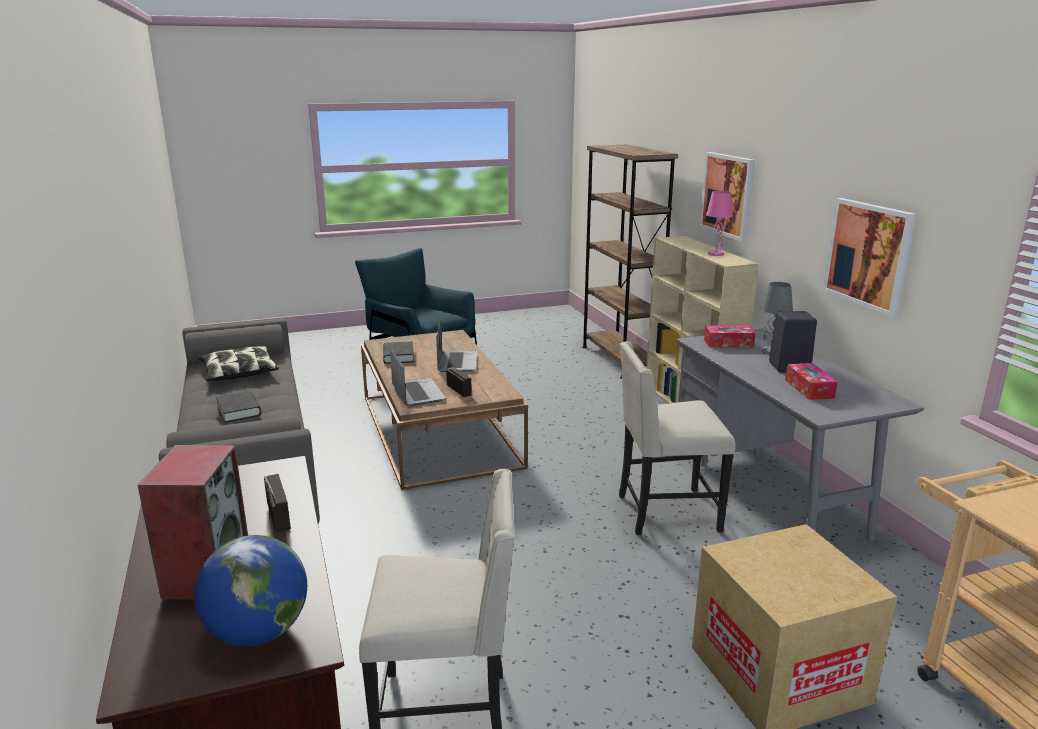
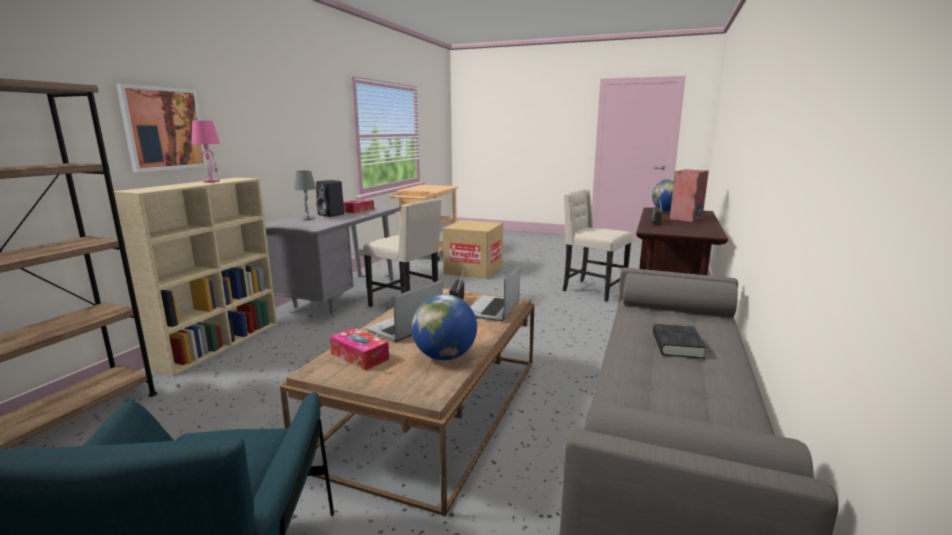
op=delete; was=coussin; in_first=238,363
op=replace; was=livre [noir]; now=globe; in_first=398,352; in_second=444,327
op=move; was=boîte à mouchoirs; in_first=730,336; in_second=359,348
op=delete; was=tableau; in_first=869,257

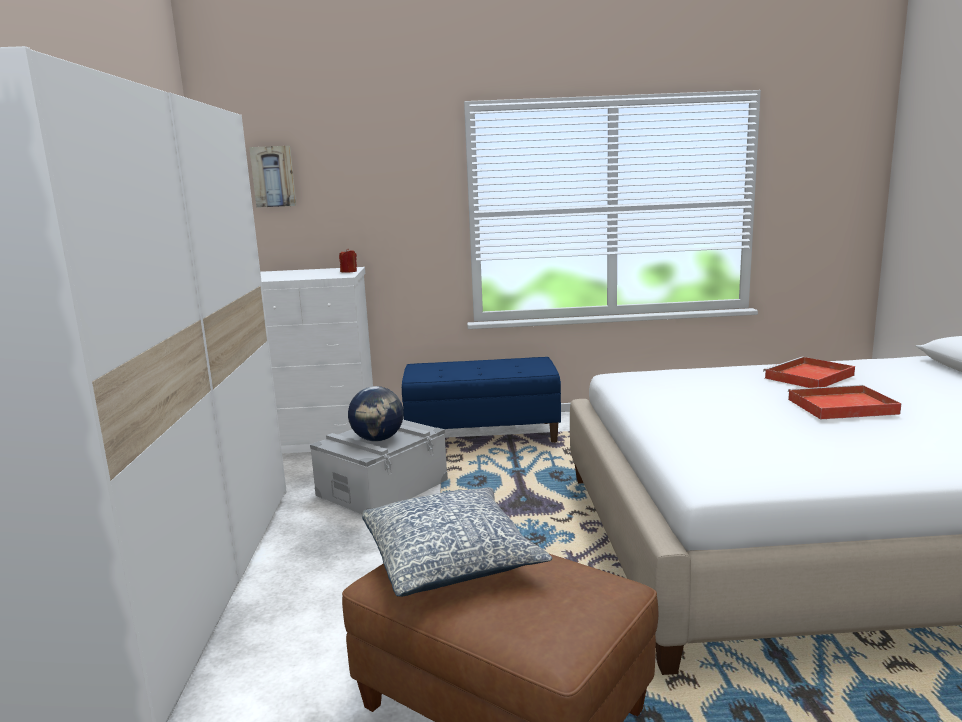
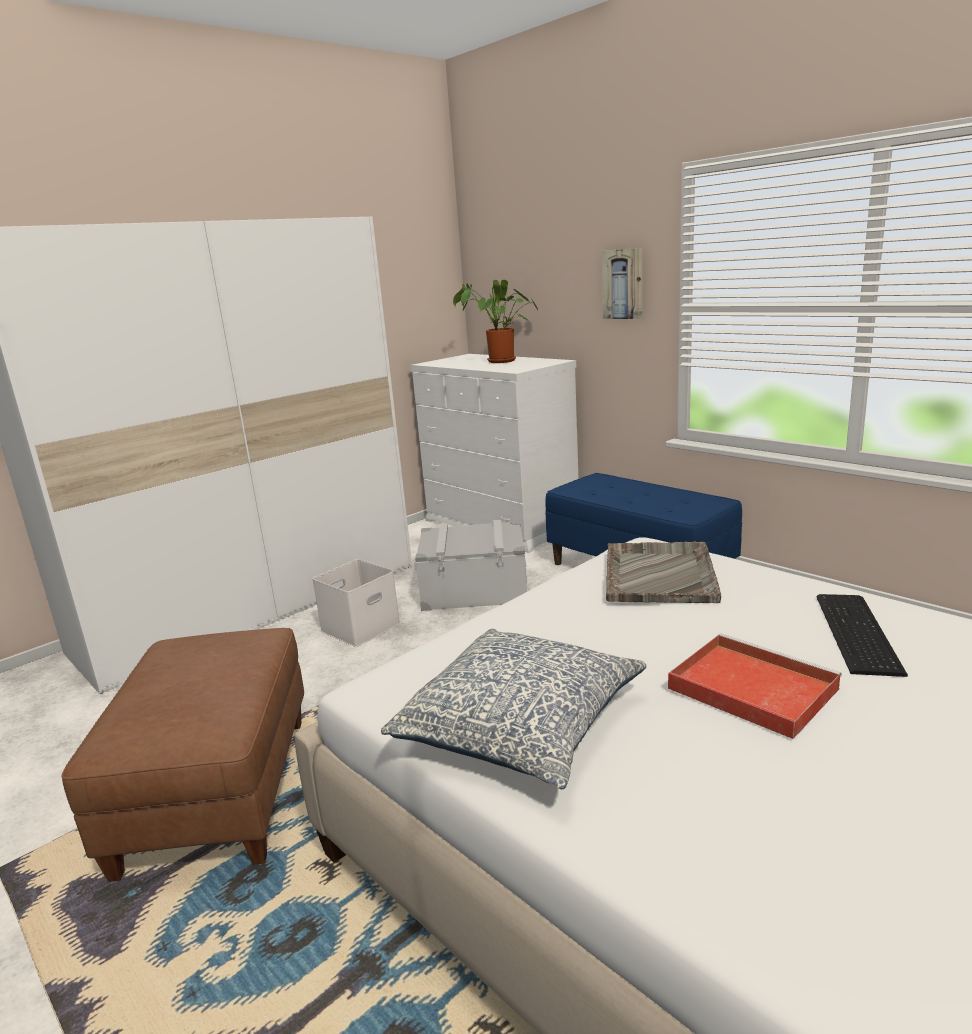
op=move; was=tableau; in_first=272,177; in_second=622,283
op=delete; was=bougie [rouge]; in_first=348,261
op=delete; was=globe; in_first=376,414
op=move; was=coussin; in_first=457,542; in_second=514,709
op=replace; was=plateau [rouge]; now=clavier; in_first=809,372; in_second=862,635
op=insert; now=boîte de rangement [blanc]; in_second=356,603
op=insert; now=plante en pot; in_second=496,321
op=insert; now=plateau [gris]; in_second=663,572

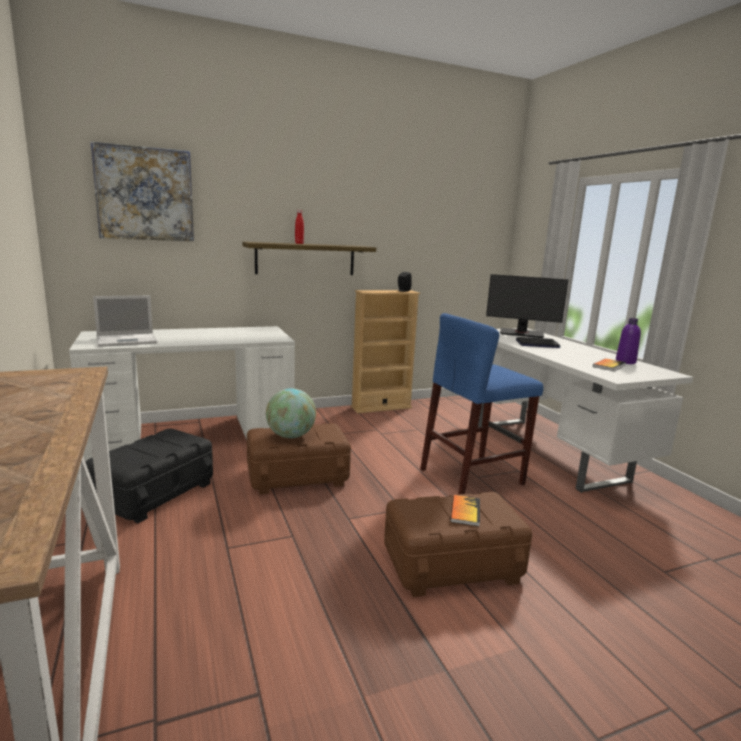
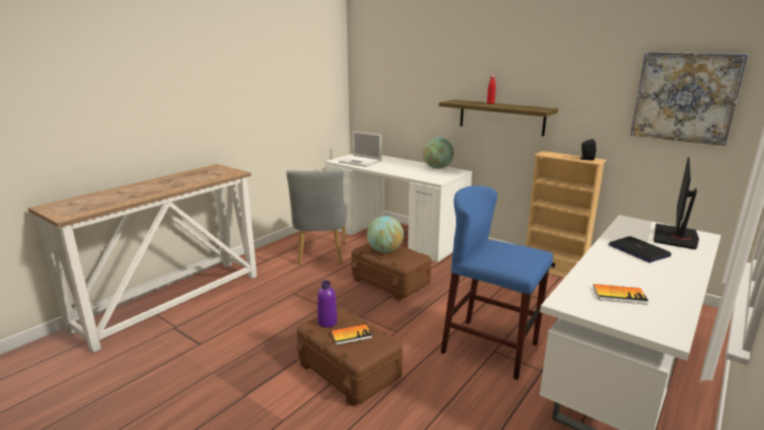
op=replace; was=boîte de rangement [noir]; now=chaise [gris]; in_first=149,475; in_second=316,217
op=move; was=tableau; in_first=142,191; in_second=689,99
op=rotate; was=écran d'ordinateur; in_first=527,306; in_second=676,203; clockwise=45
op=move; was=bouteille [violet]; in_first=628,341; in_second=327,304
op=insert; now=globe; in_second=438,153

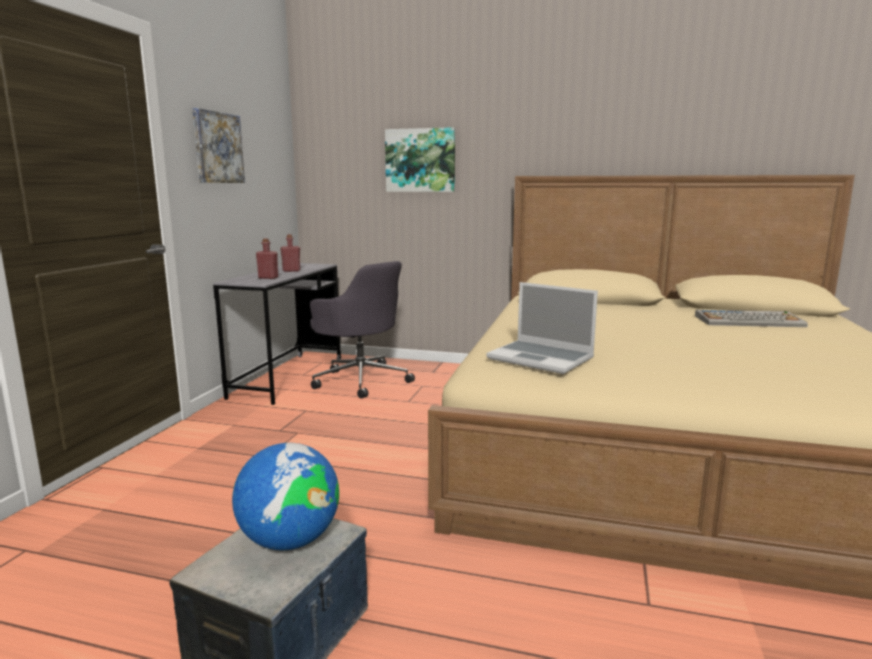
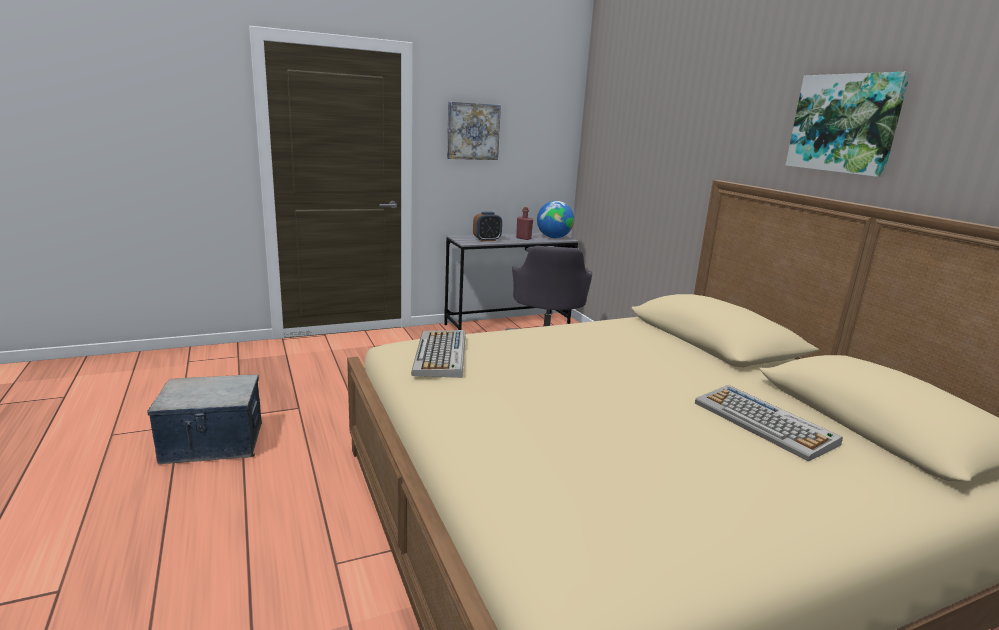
op=move; was=globe; in_first=285,496; in_second=555,219
op=replace; was=bouteille [rouge]; now=réveil; in_first=267,258; in_second=487,227
op=move; was=tableau; in_first=420,159; in_second=848,124
op=replace; was=ordinateur portable; now=clavier; in_first=542,328; in_second=438,354

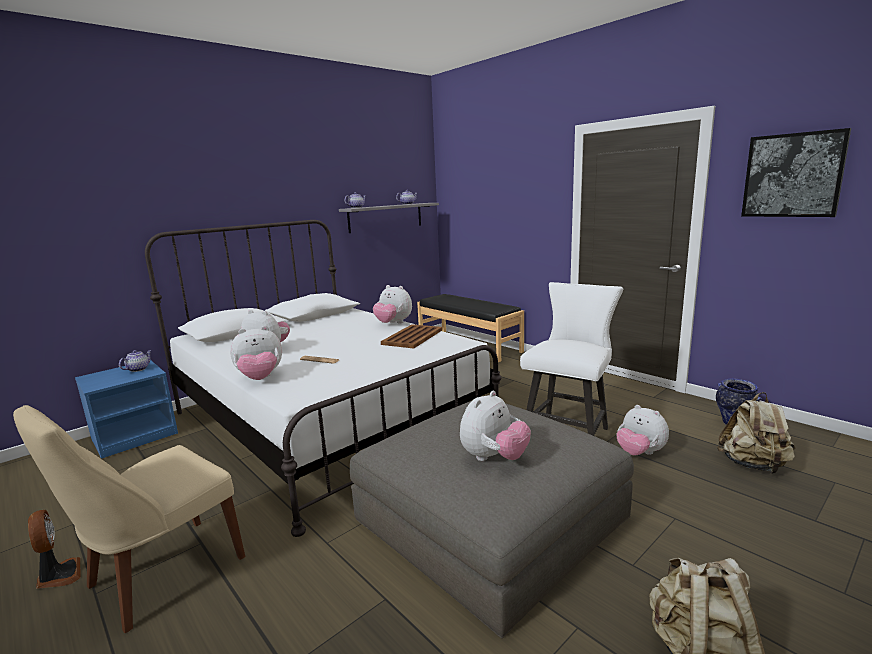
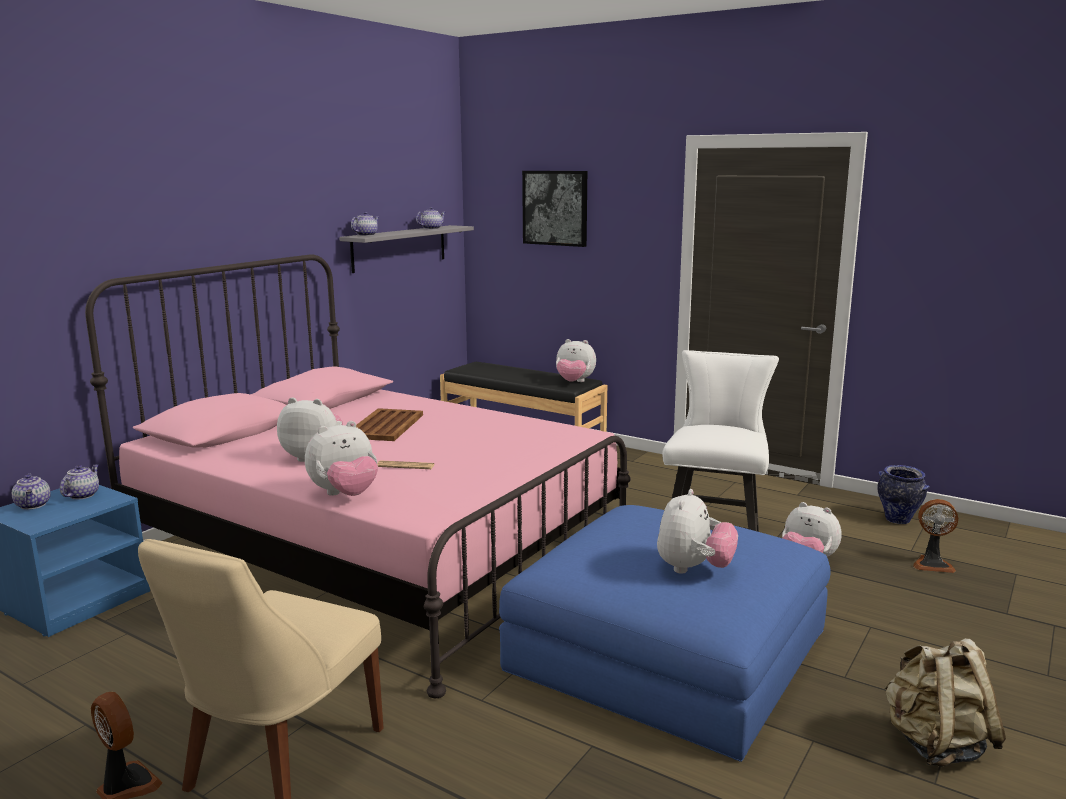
op=recolor; was=lit [blanc]; now=lit [rose]; in_first=323,378; in_second=358,476
op=recolor; was=pouf [gris]; now=pouf [bleu]; in_first=492,519; in_second=664,633
op=move; was=peluche; in_first=392,304; in_second=576,360
op=move; was=plateau [marron]; in_first=411,336; in_second=389,424
op=replace; was=sac à dos [beige]; now=ventilateur; in_first=756,433; in_second=935,536
op=move; was=tableau; in_first=796,172; in_second=554,209
op=insert; now=théière; in_second=31,492

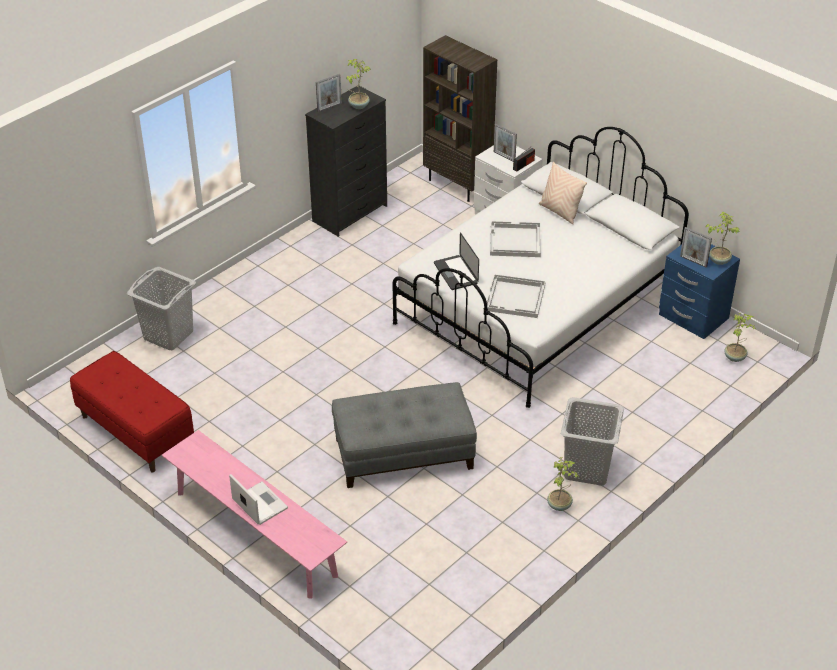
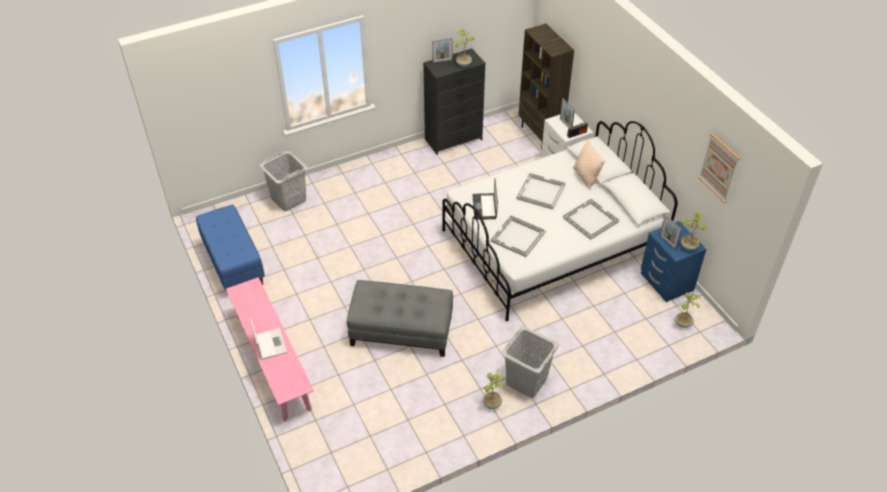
op=recolor; was=banc [rouge]; now=banc [bleu]; in_first=132,411; in_second=230,247
op=insert; now=plateau [blanc]; in_second=591,219
op=insert; now=tableau; in_second=719,168

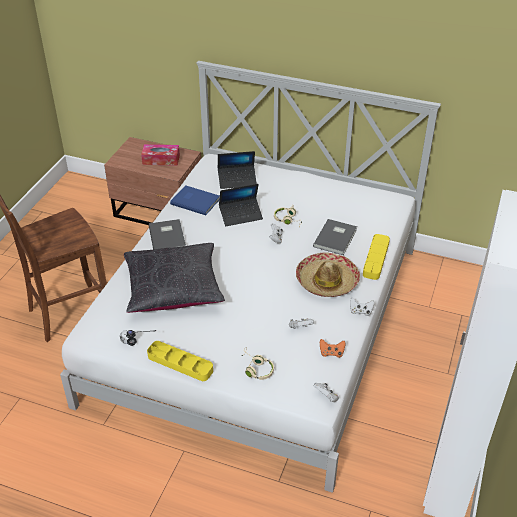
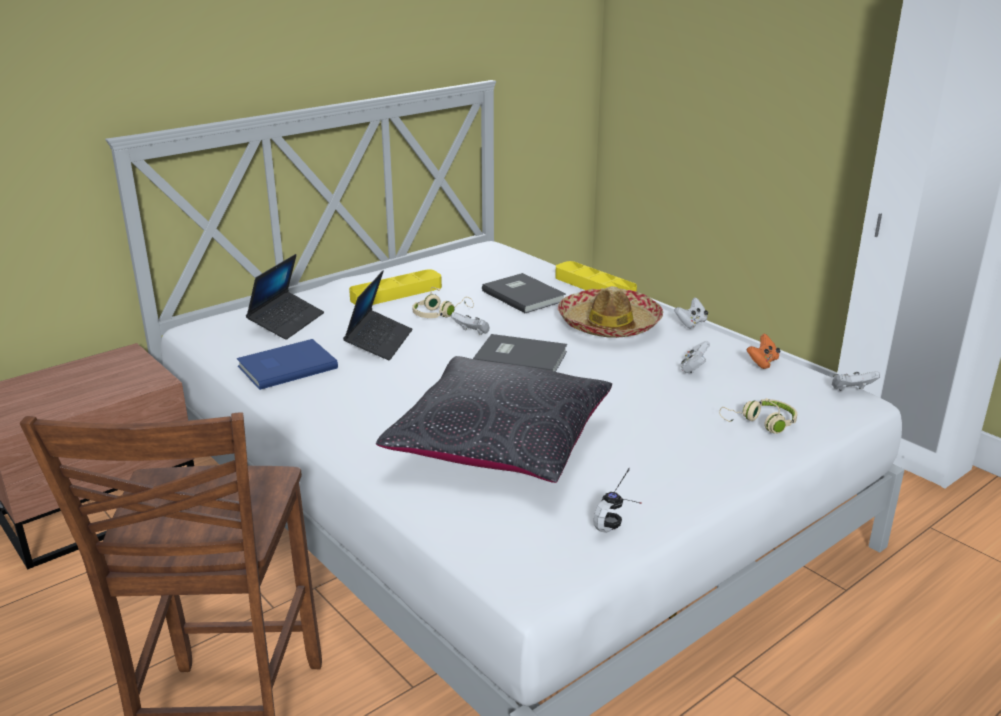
op=delete; was=boîte à mouchoirs; in_first=160,155
op=move; was=plateau [jaune]; in_first=180,361; in_second=395,287
op=move; was=livre [gris]; in_first=167,234; in_second=520,353

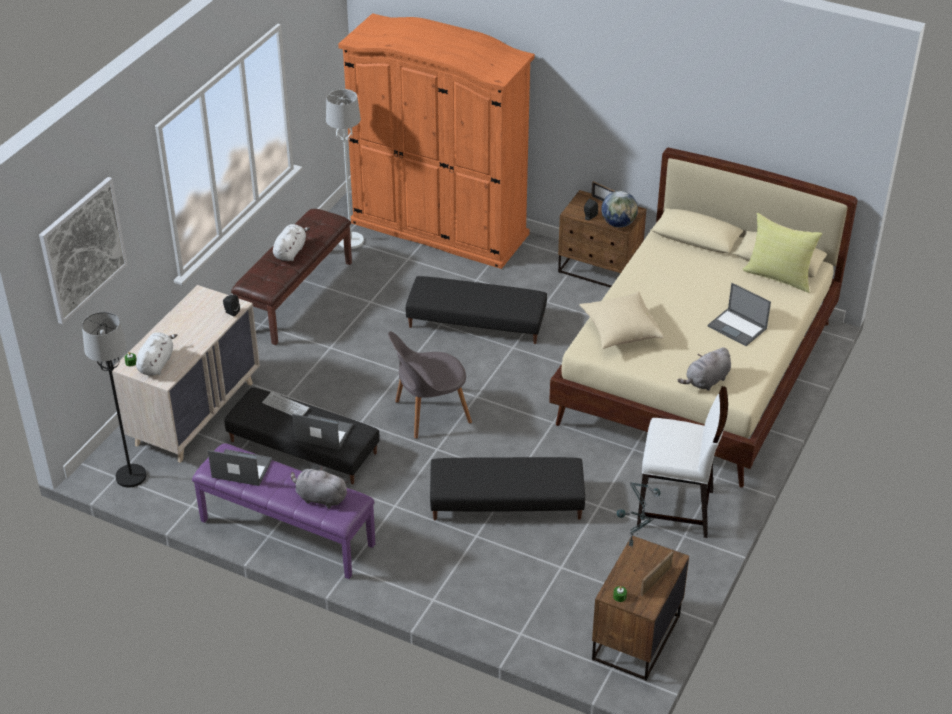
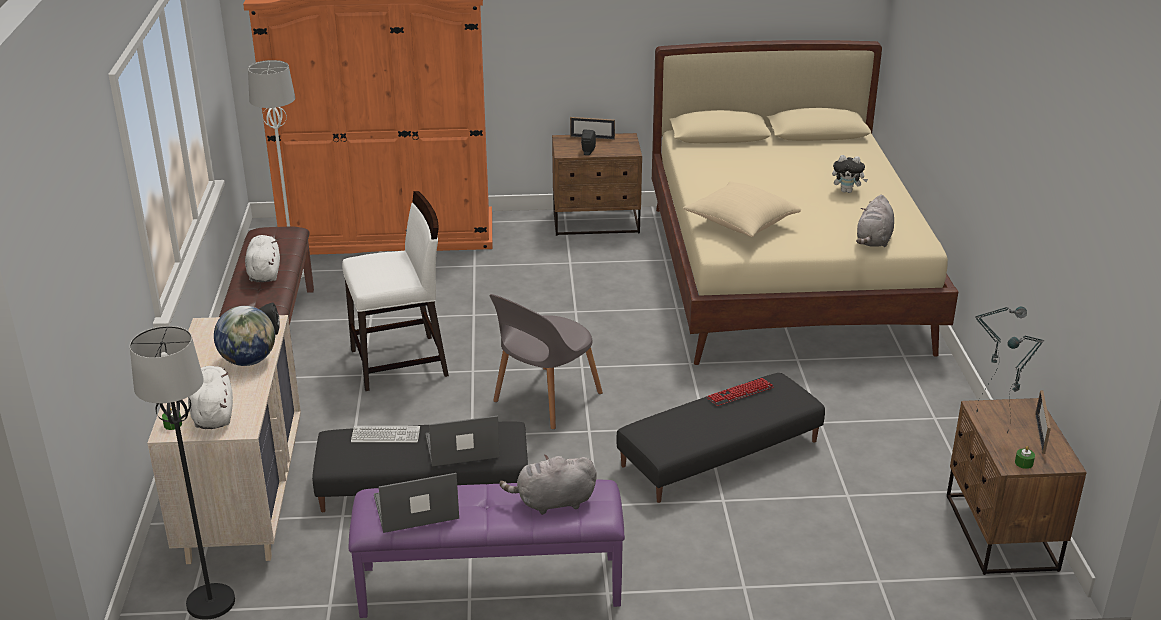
op=delete; was=tableau; in_first=83,250
op=delete; was=pouf [noir]; in_first=476,310
op=move; was=globe; in_first=619,209; in_second=244,336
op=move; was=chaise [blanc]; in_first=682,462; in_second=395,291
op=replace; was=ordinateur portable; now=peluche; in_first=739,314; in_second=850,174
op=delete; was=coussin [jaune]; in_first=783,253
op=insert; now=clavier; in_second=740,392

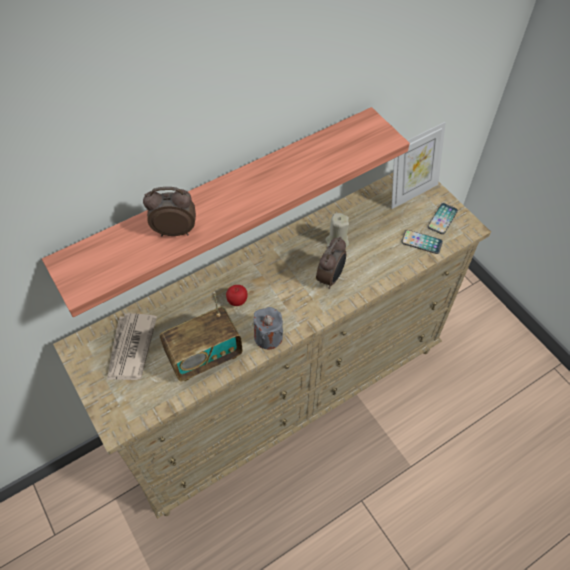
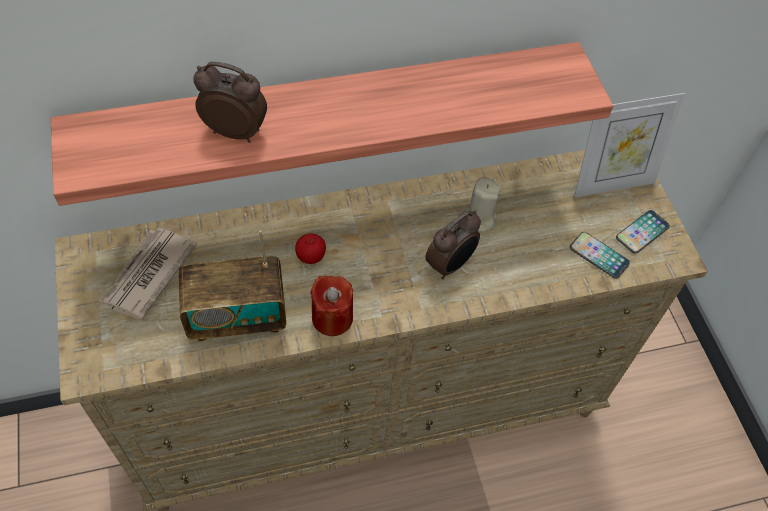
op=recolor; was=bougie [gris]; now=bougie [rouge]; in_first=268,328; in_second=331,306

